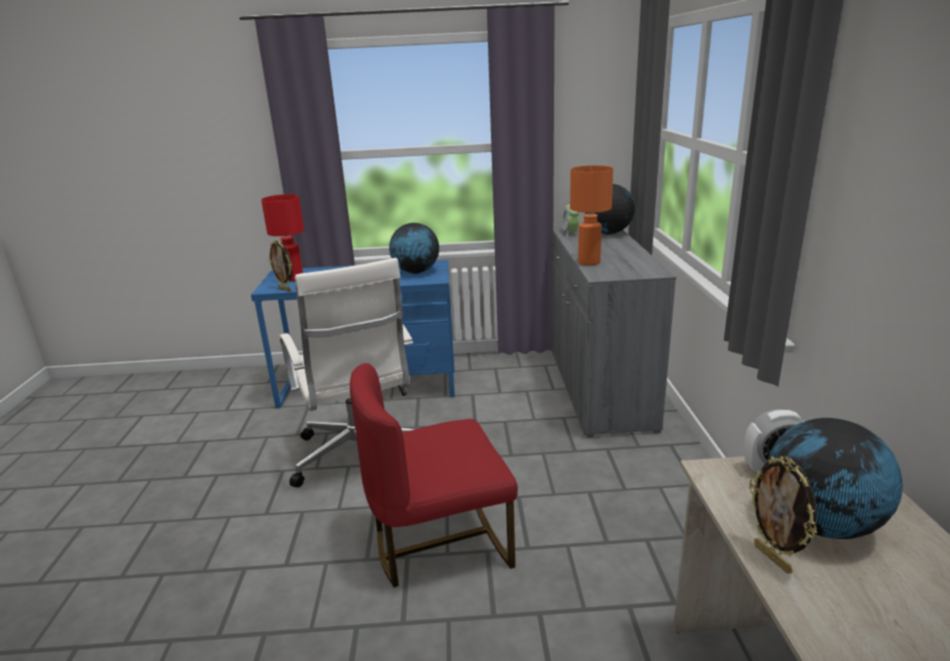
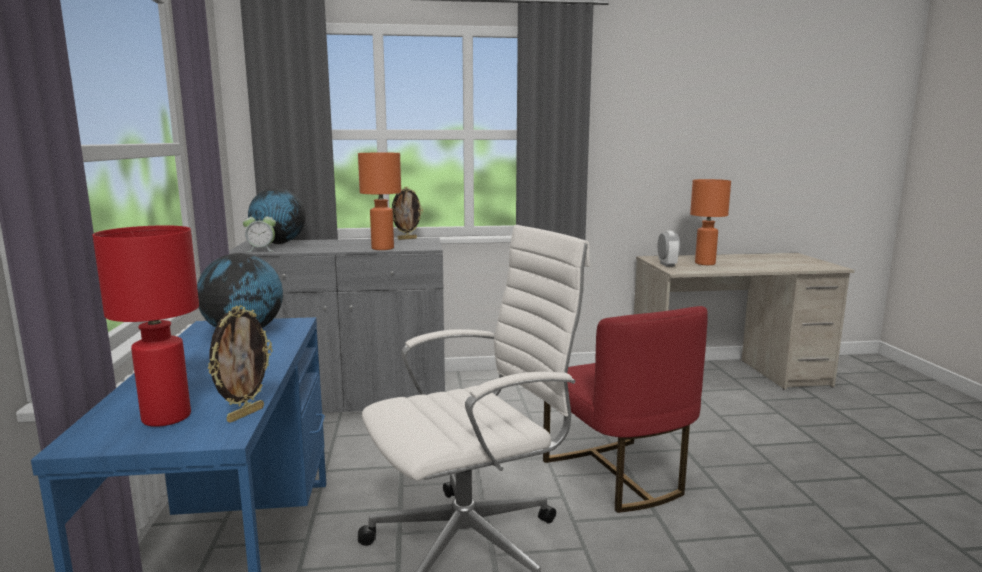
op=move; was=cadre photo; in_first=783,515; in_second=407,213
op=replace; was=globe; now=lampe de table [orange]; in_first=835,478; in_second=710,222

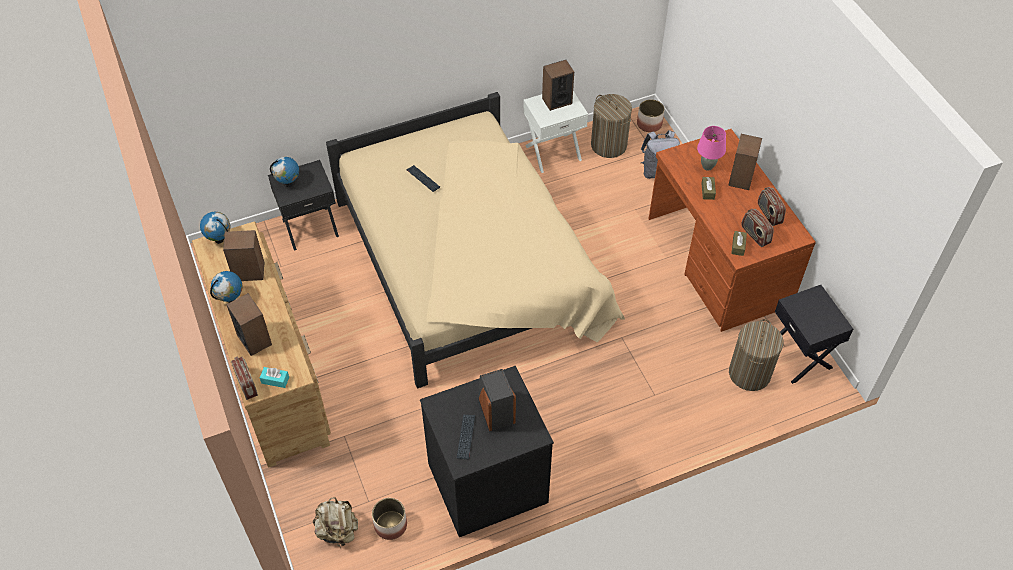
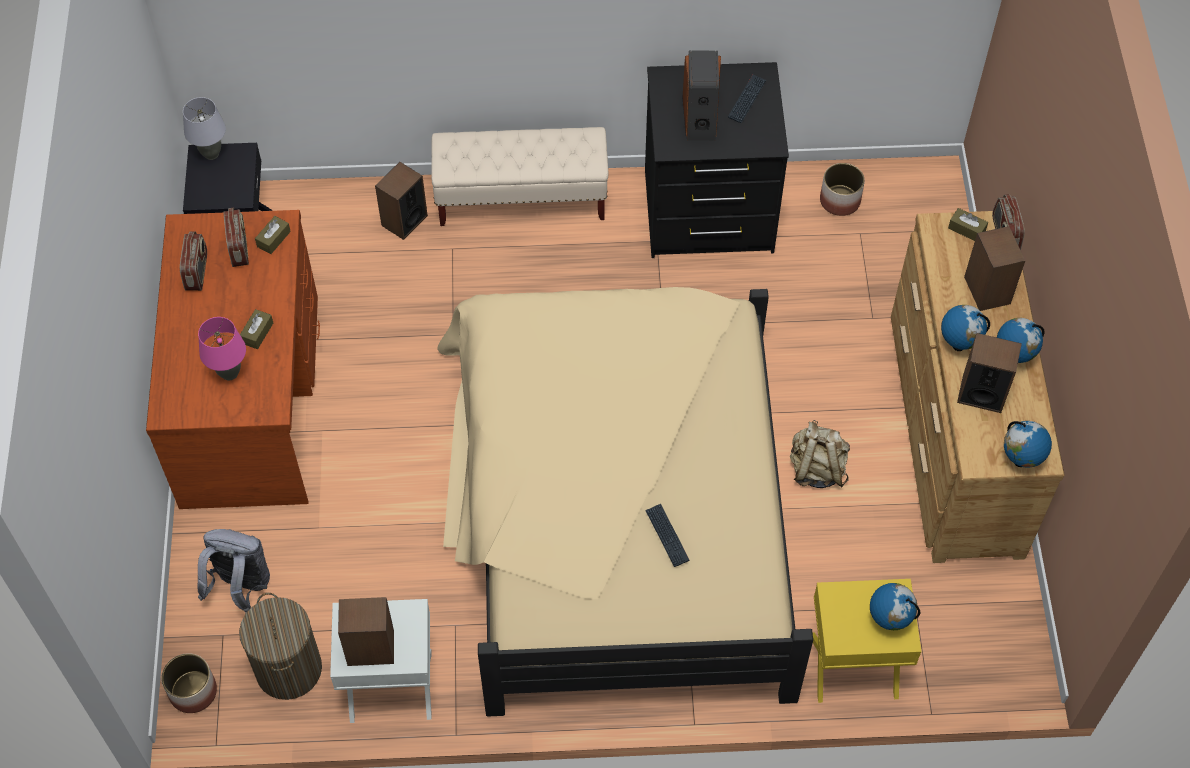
op=recolor; was=boîte à mouchoirs [turquoise]; now=boîte à mouchoirs [marron]; in_first=274,377; in_second=968,224
op=recolor; was=table de chevet [noir]; now=table de chevet [jaune]; in_first=303,205; in_second=867,641
op=move; was=sac à dos [beige]; in_first=335,523; in_second=820,454
op=move; was=enceinte; in_first=745,162; in_second=401,201
op=delete; was=panier à linge; in_first=756,355
op=insert; now=lampe de table [gris]; in_second=204,128
op=insert; now=banc [beige]; in_second=519,176
op=insert; now=globe; in_second=965,328

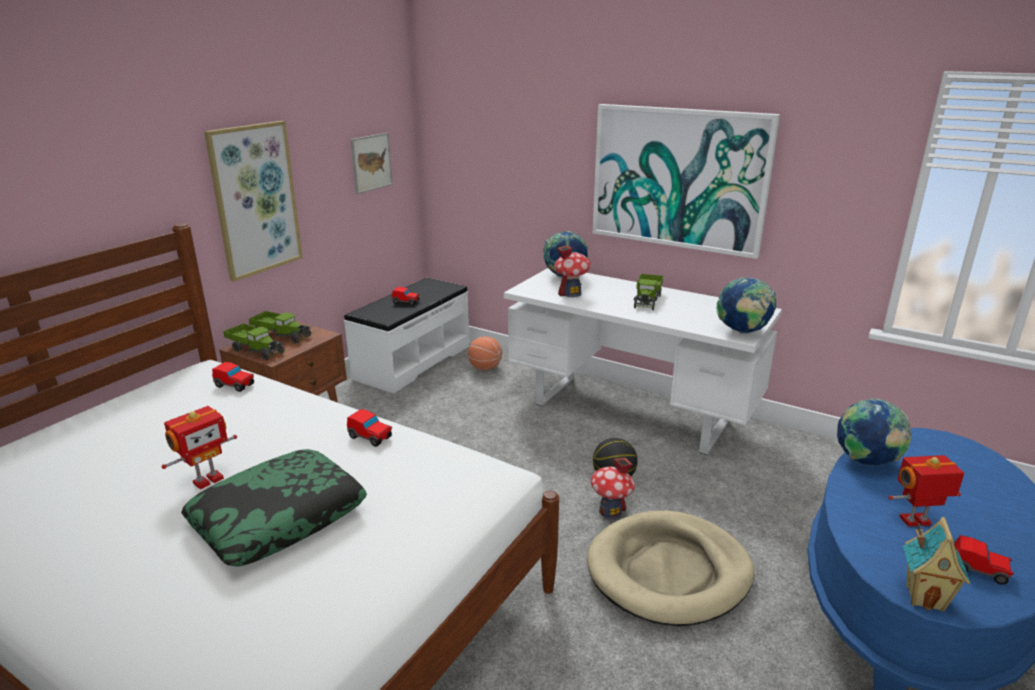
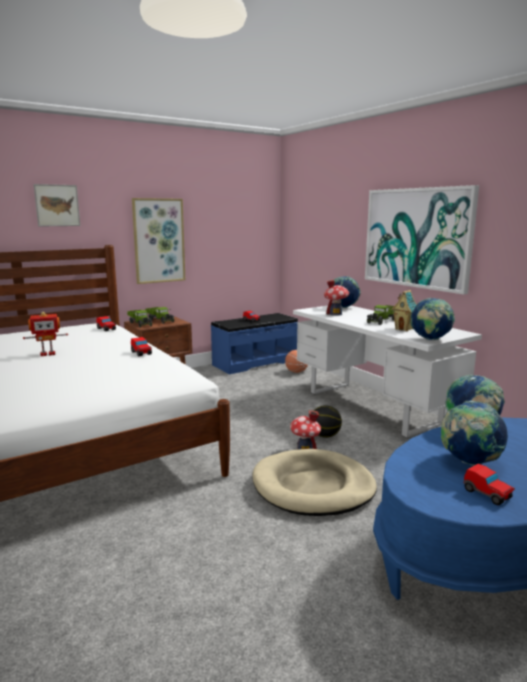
op=delete; was=coussin; in_first=274,508
op=recolor; was=banc [blanc]; now=banc [bleu]; in_first=406,335; in_second=254,344
op=move; was=tableau; in_first=371,163; in_second=56,205
op=replace; was=robot jouet; now=globe; in_first=926,491; in_second=474,433
op=move; was=maison miniature; in_first=937,564; in_second=404,310

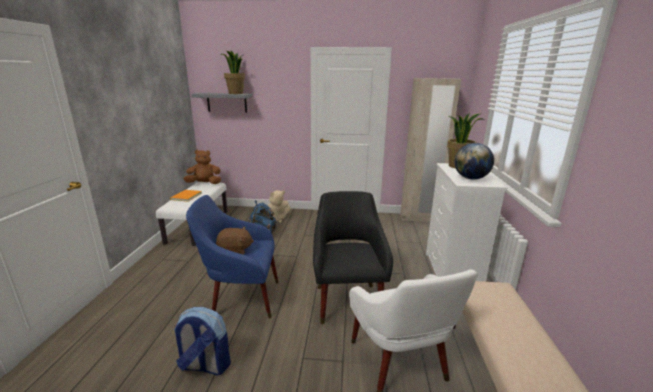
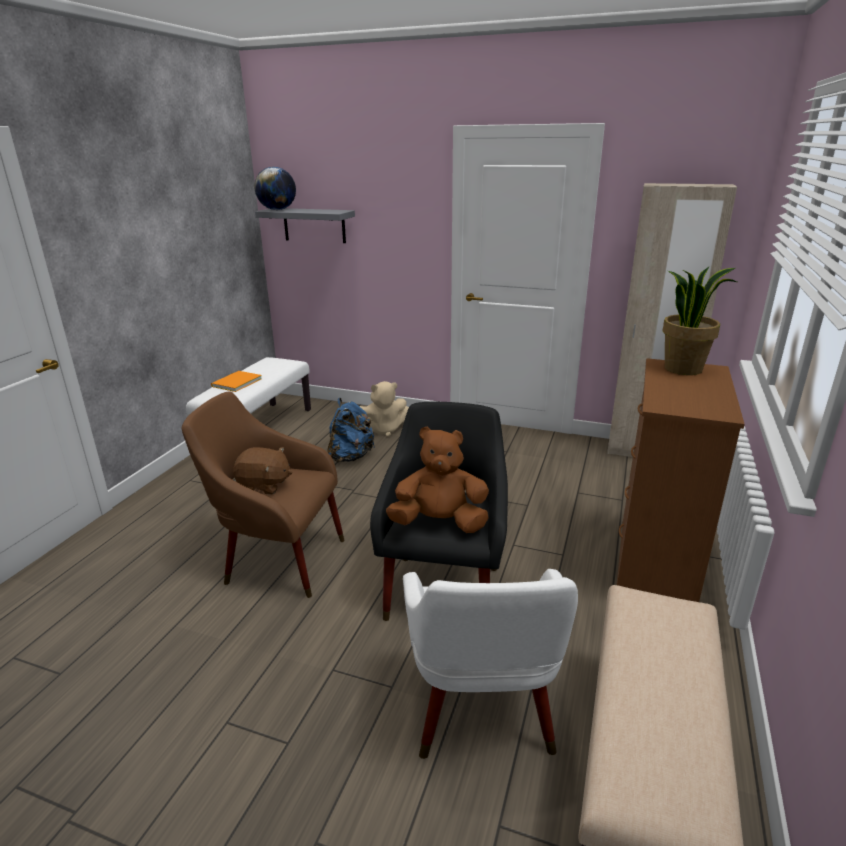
op=delete; was=sac à dos; in_first=202,341
op=move; was=peluche [marron]; in_first=202,167; in_second=437,480
op=recolor; was=fauteuil [bleu]; now=fauteuil [marron]; in_first=232,256; in_second=263,494
op=delete; was=plante en pot; in_first=232,72
op=recolor; was=commode [blanc]; now=commode [marron]; in_first=466,222; in_second=681,480
op=move; was=globe; in_first=474,161; in_second=275,188

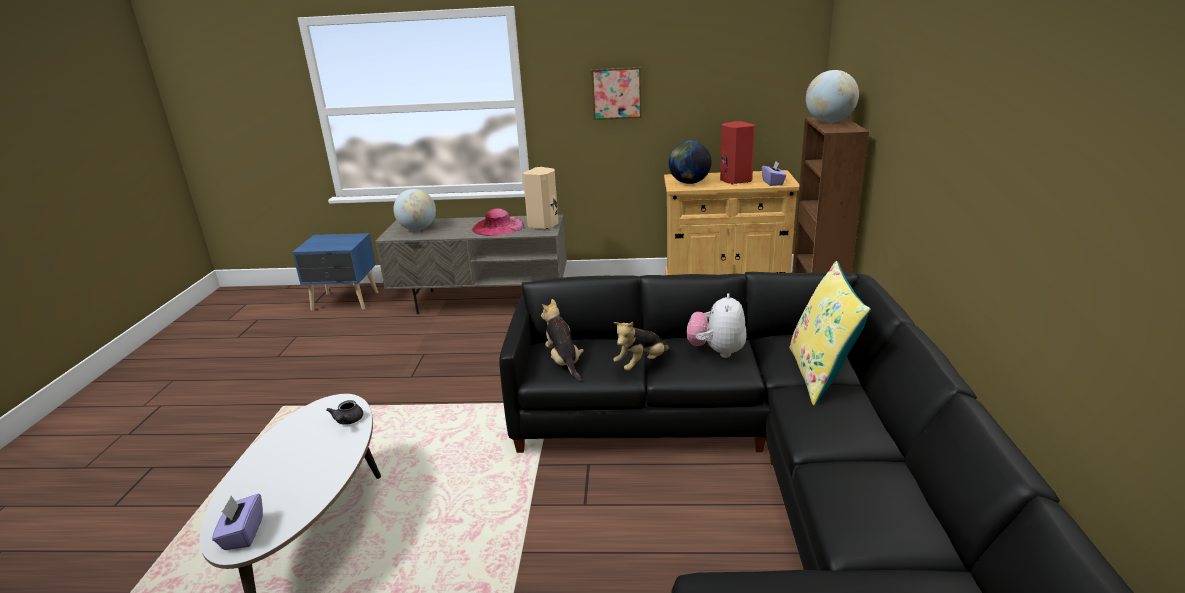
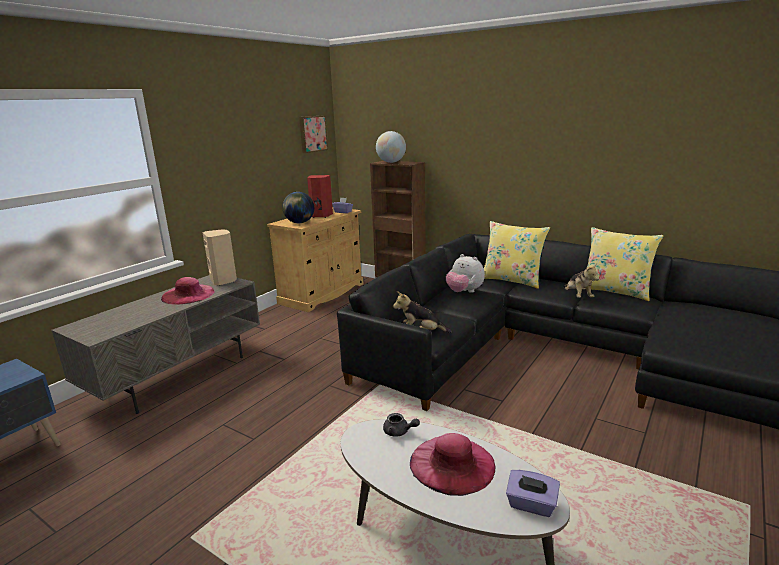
op=delete; was=globe; in_first=414,210
op=move; was=tableau; in_first=616,93; in_second=313,134
op=move; was=peluche; in_first=642,346; in_second=581,281
op=insert; now=chapeau [rose]; in_second=453,464
op=insert; now=coussin [jaune]; in_second=625,264

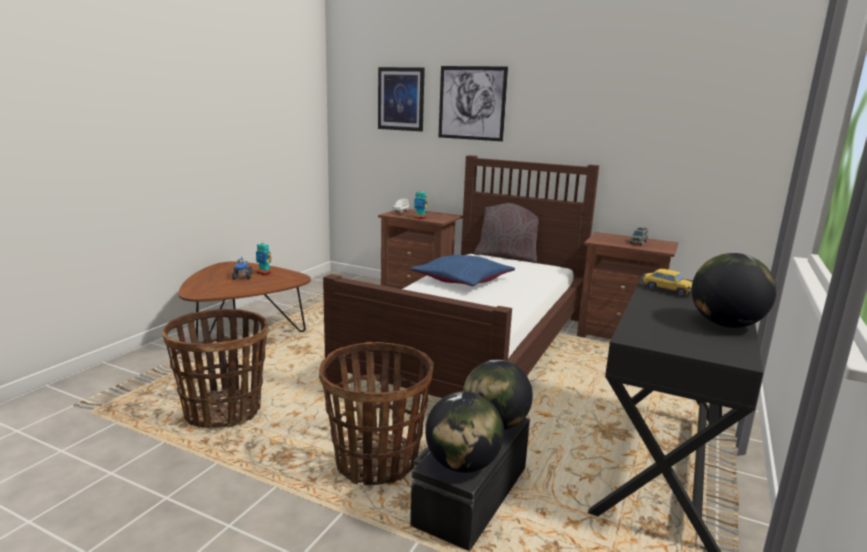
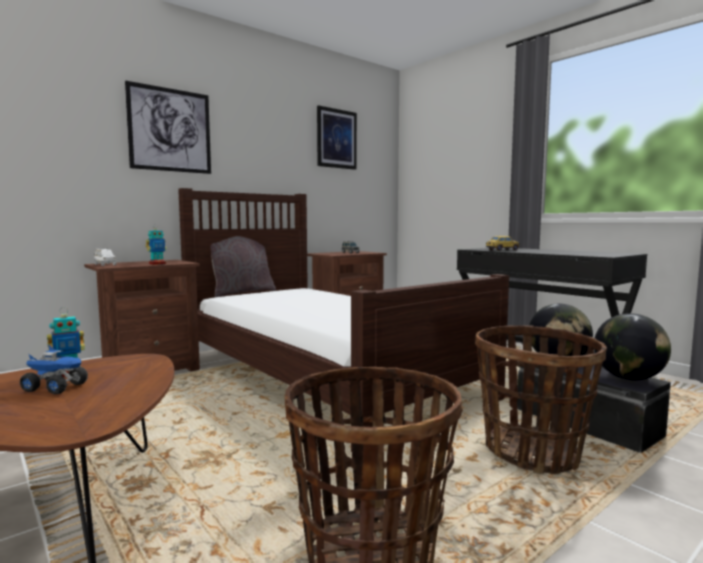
op=move; was=tableau; in_first=401,99; in_second=337,137
op=delete; was=coussin [bleu]; in_first=462,270
op=delete; was=globe; in_first=734,290

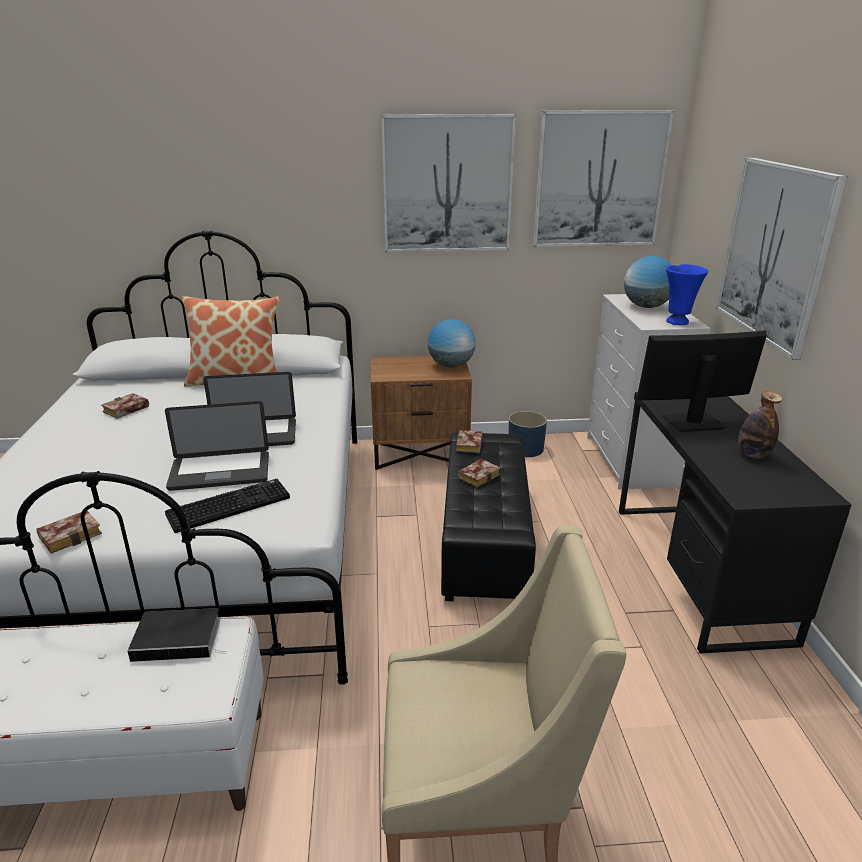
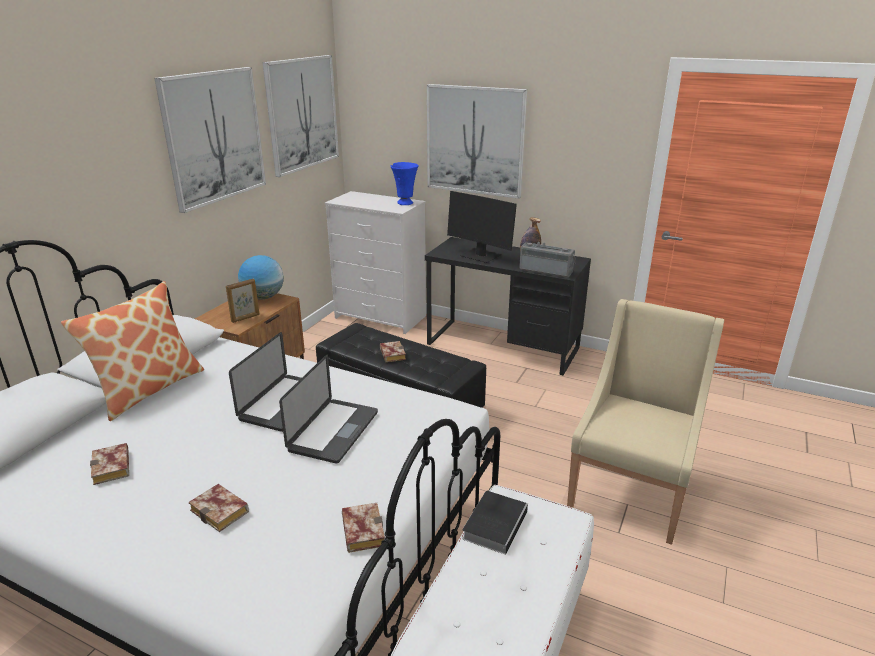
op=delete; was=clavier; in_first=227,506
op=move; was=livre; in_first=469,441; in_second=219,508
op=delete; was=cache-pot [bleu]; in_first=527,434
op=delete; was=globe; in_first=647,282
op=rotate; was=écran d'ordinateur; in_first=702,381; in_second=482,227; clockwise=-75
op=insert; now=cadre photo; in_second=243,301
op=insert; now=radio; in_second=547,260

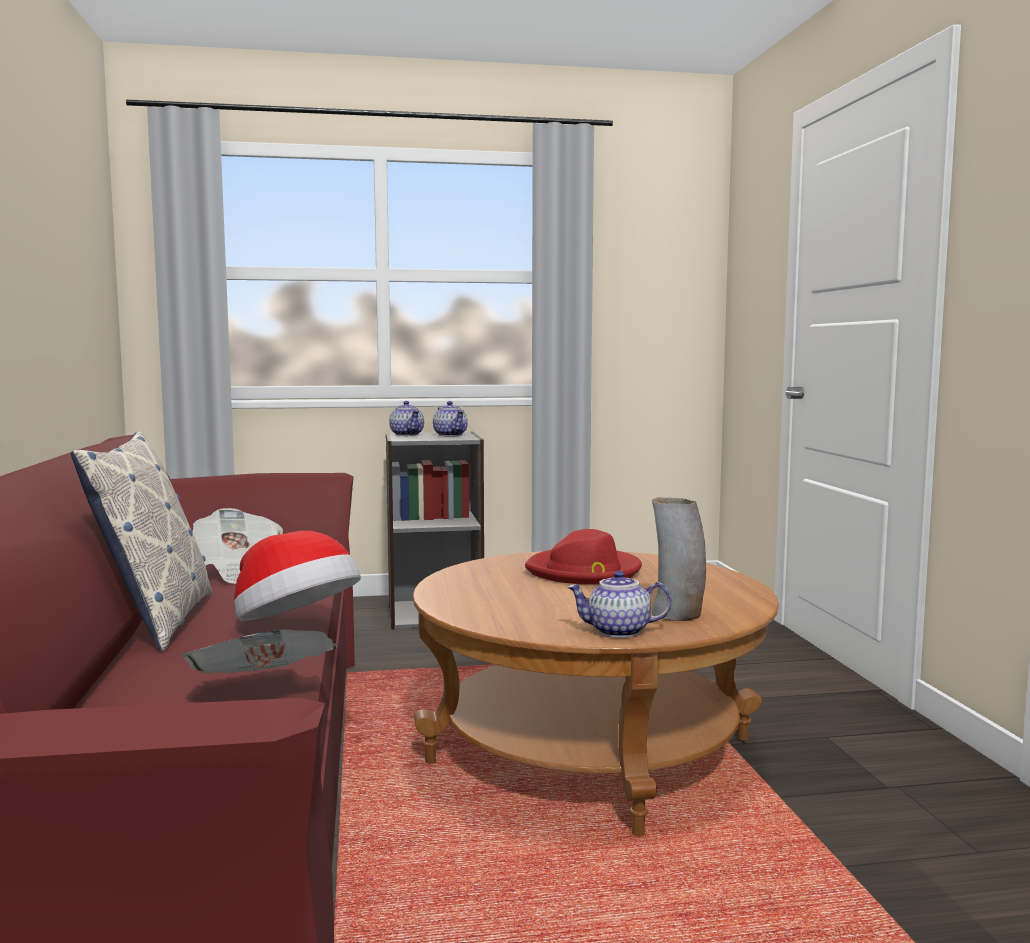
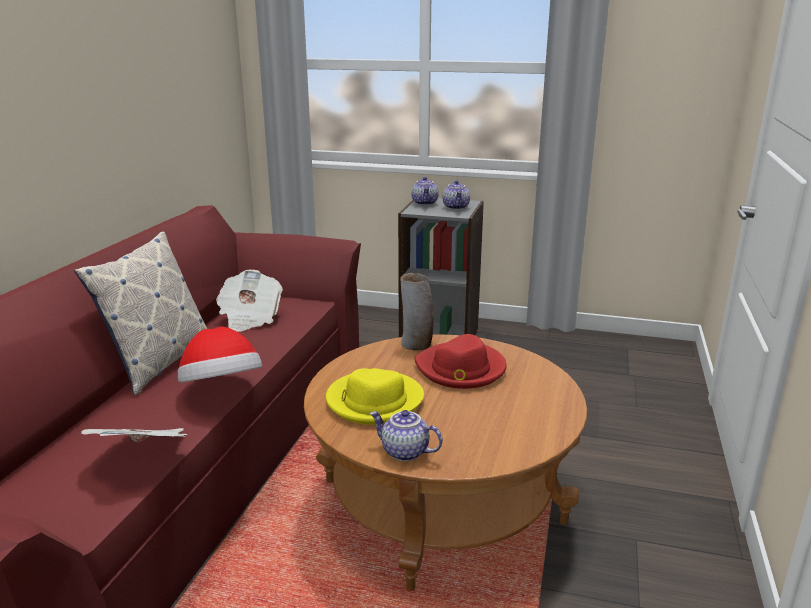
op=move; was=vase; in_first=679,559; in_second=417,311
op=insert; now=chapeau [jaune]; in_second=375,396

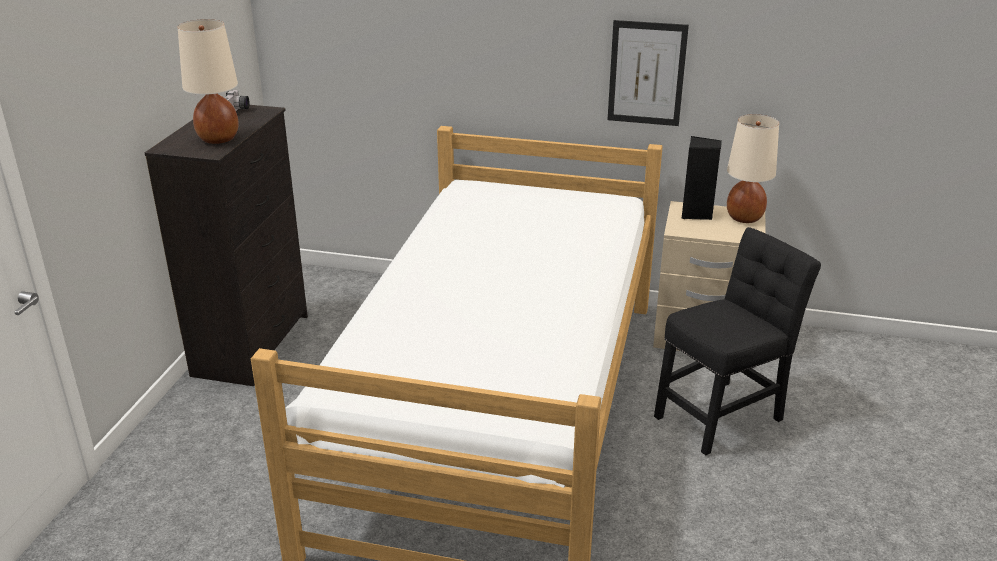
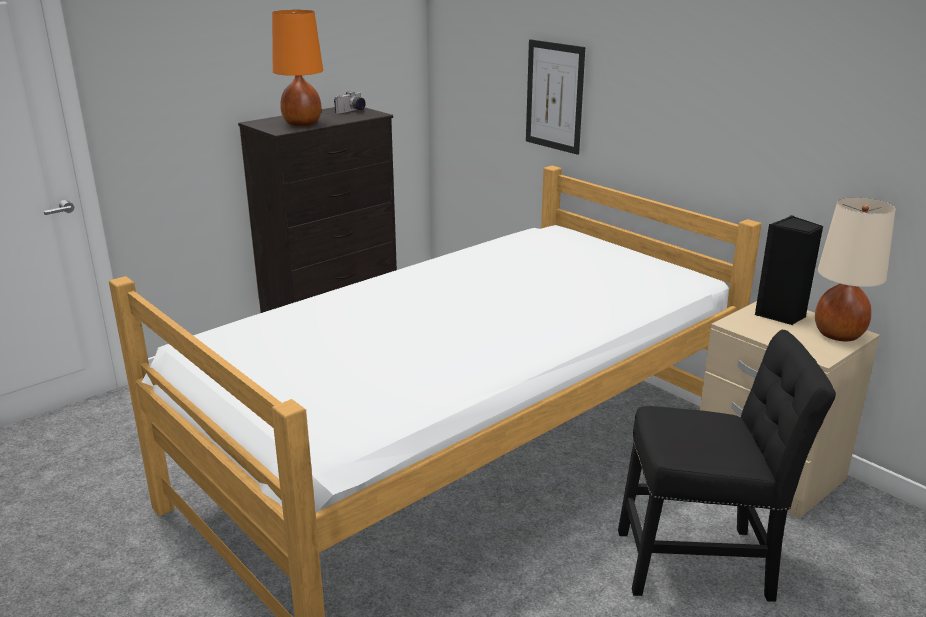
op=recolor; was=lampe de table [beige]; now=lampe de table [orange]; in_first=208,81; in_second=297,68
op=move; was=tableau; in_first=648,73; in_second=555,97

